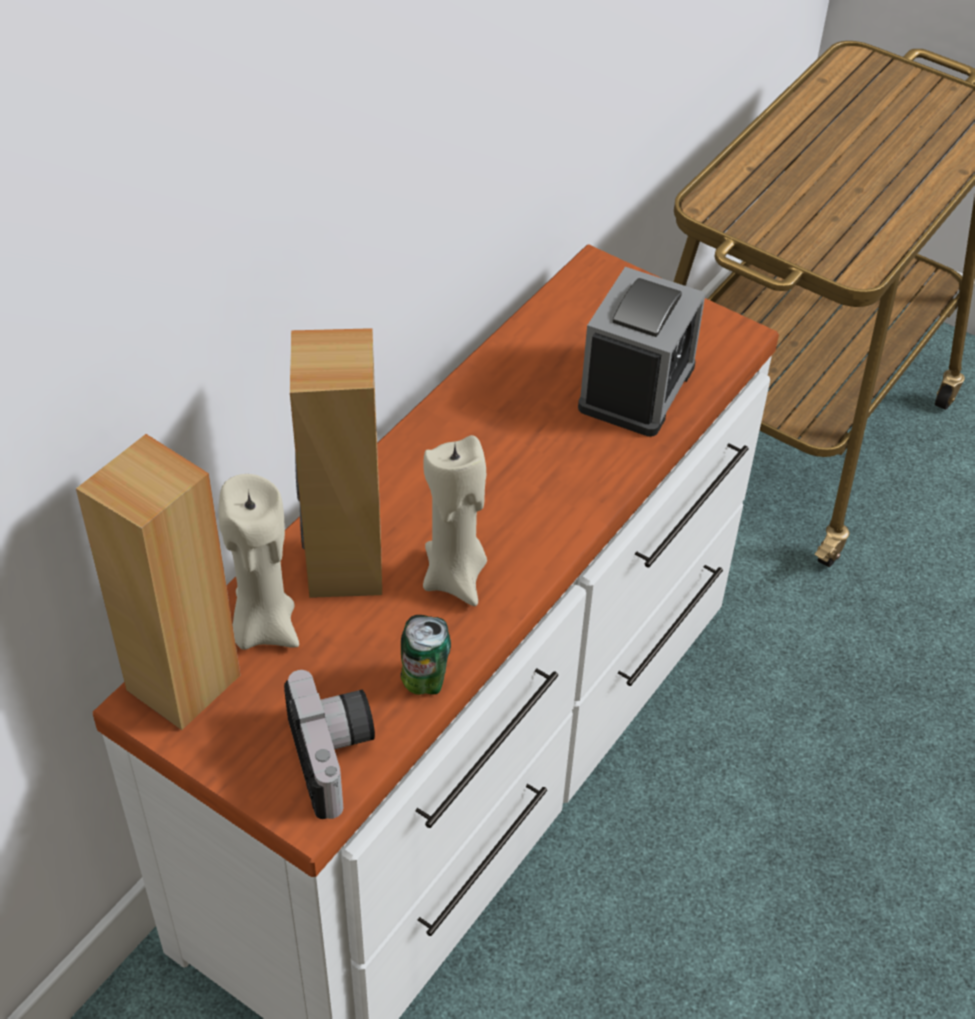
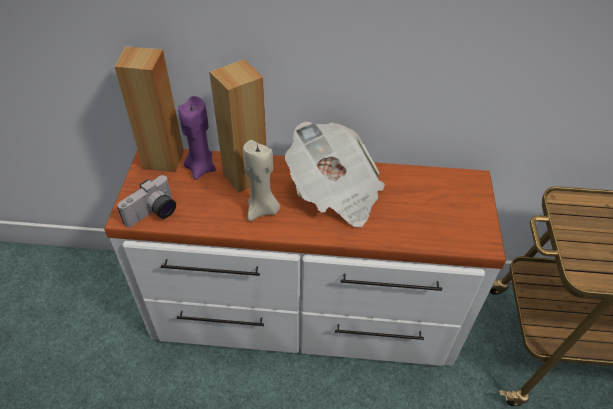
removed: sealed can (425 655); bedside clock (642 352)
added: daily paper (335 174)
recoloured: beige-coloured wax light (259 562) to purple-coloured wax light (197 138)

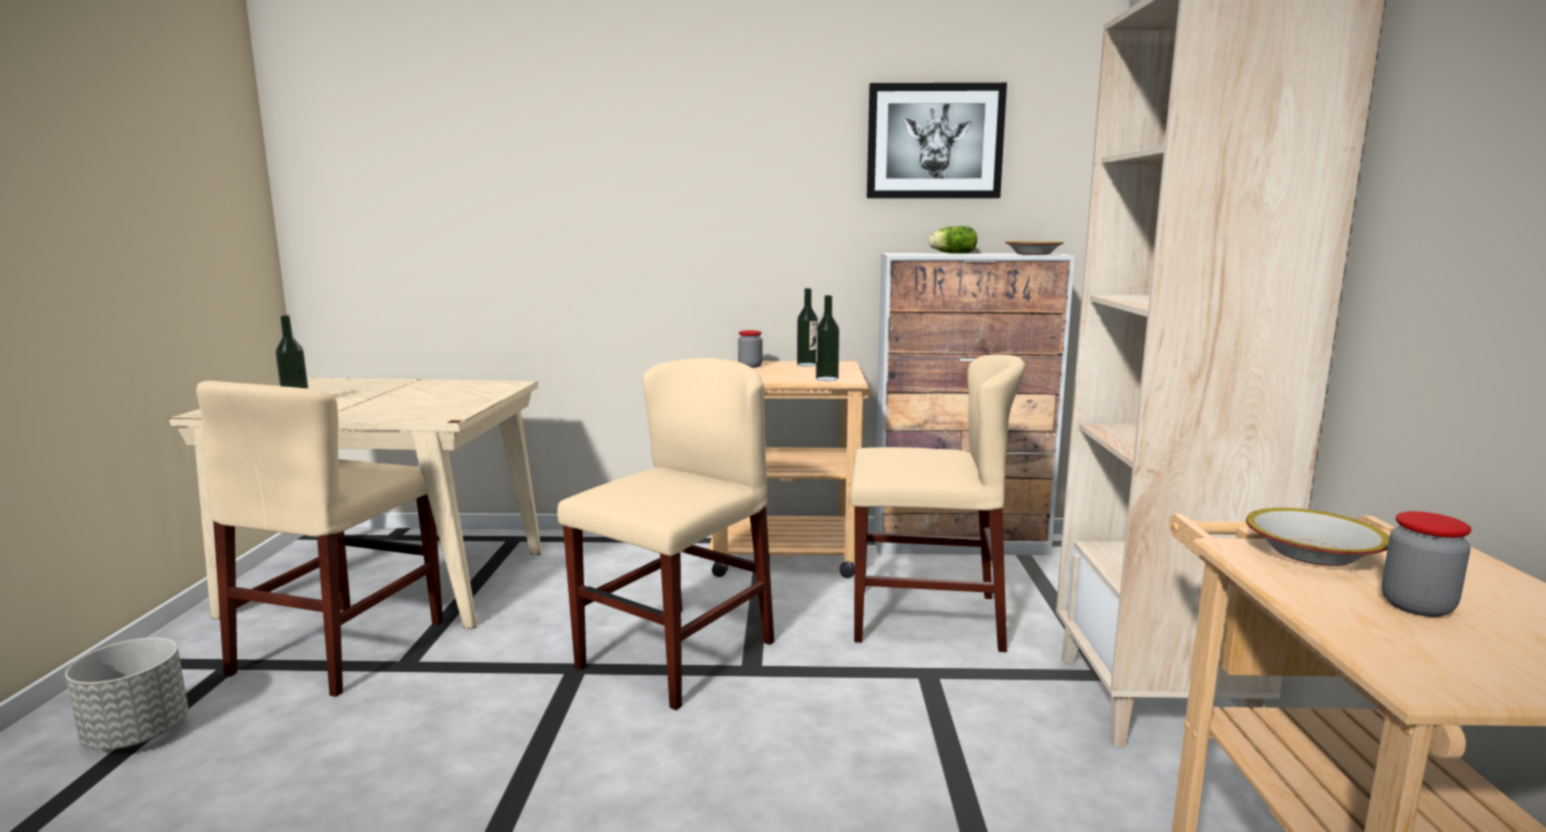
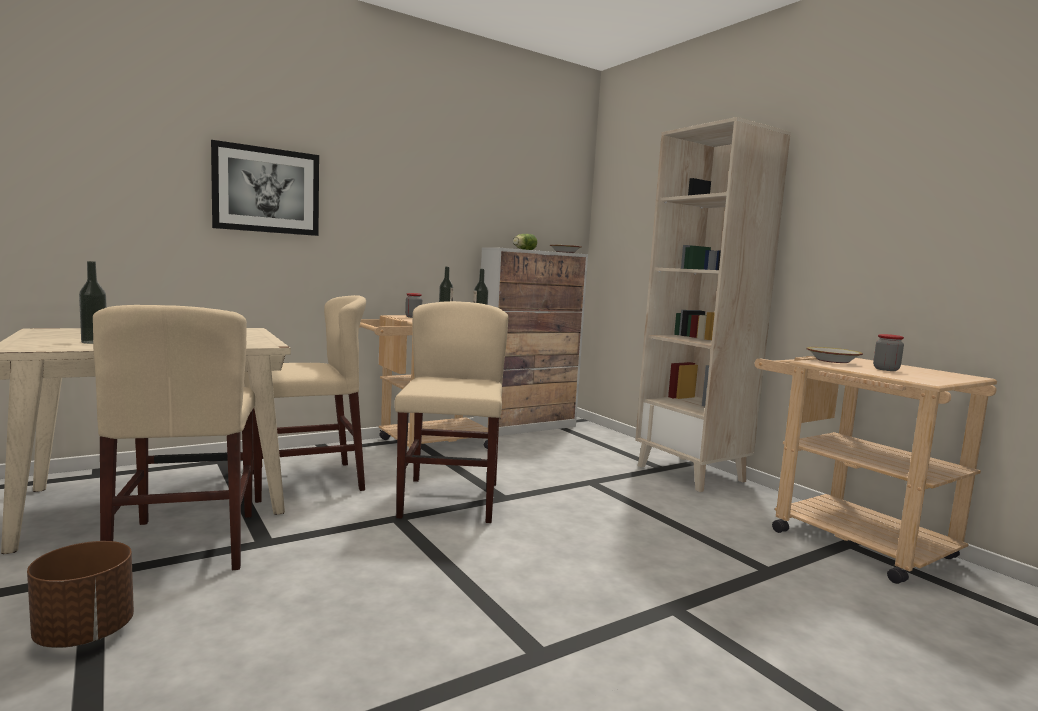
moved: beige-coloured chair (937 503) to (305 399); wall picture (937 140) to (265 188)
recoloured: grey plant pot (126 693) to brownish plant pot (80 594)

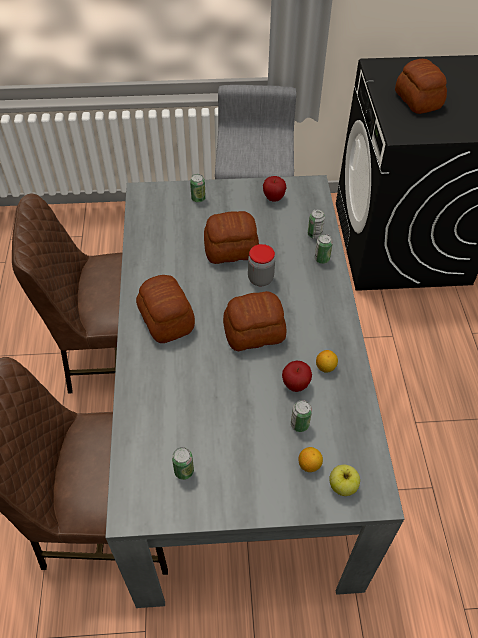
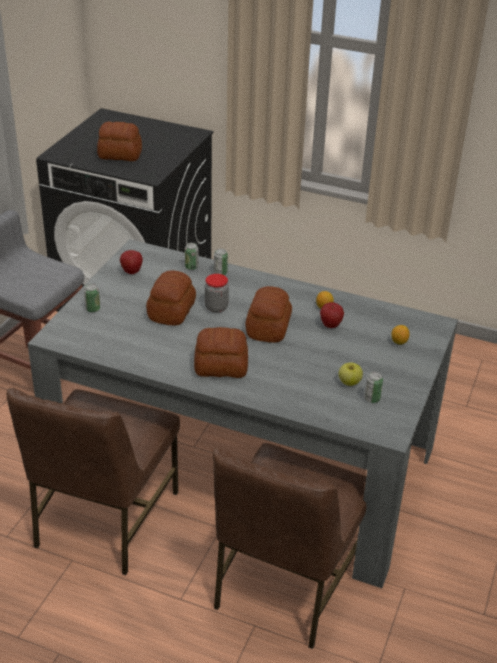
removed: sealed can (301 416)
moved: whole apple (344 480) to (351 374)

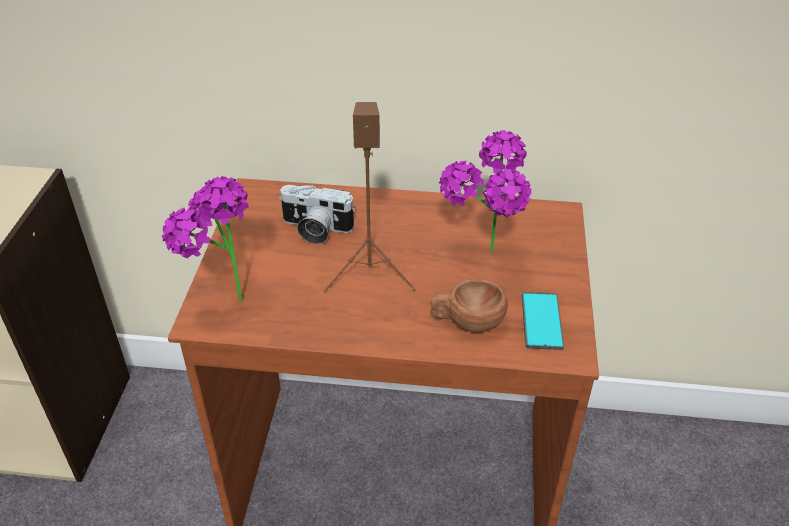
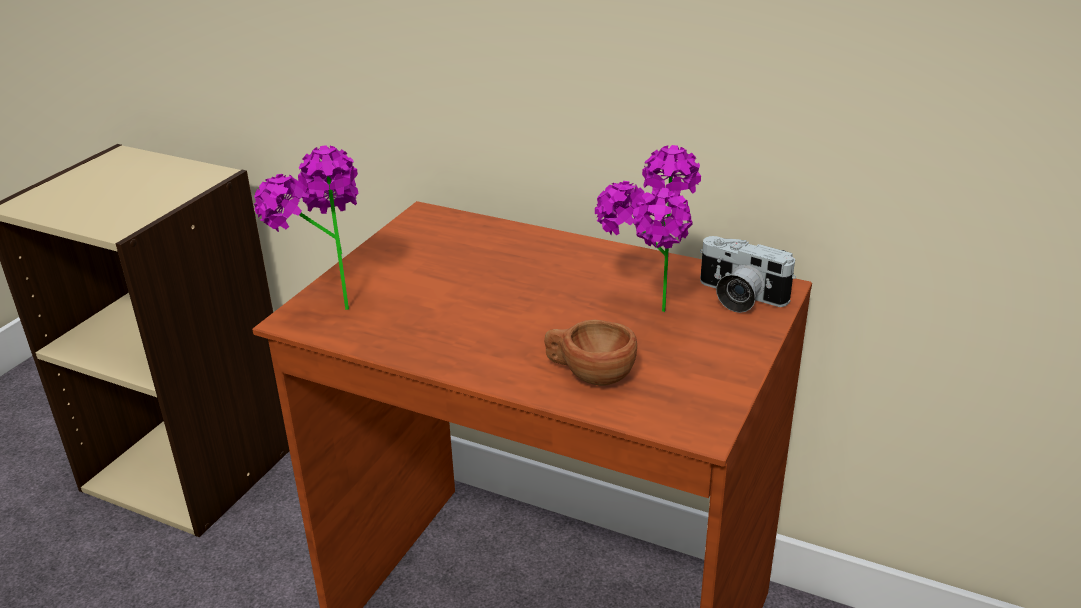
removed: brownish speaker (370 197); phone (543 321)
moved: still camera (317 214) to (748 274)

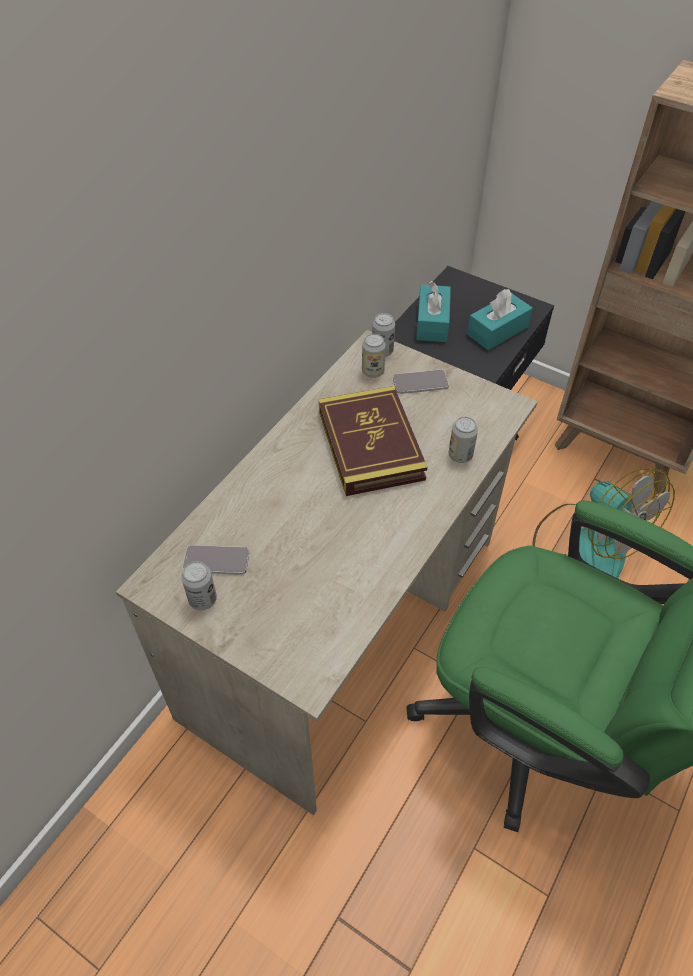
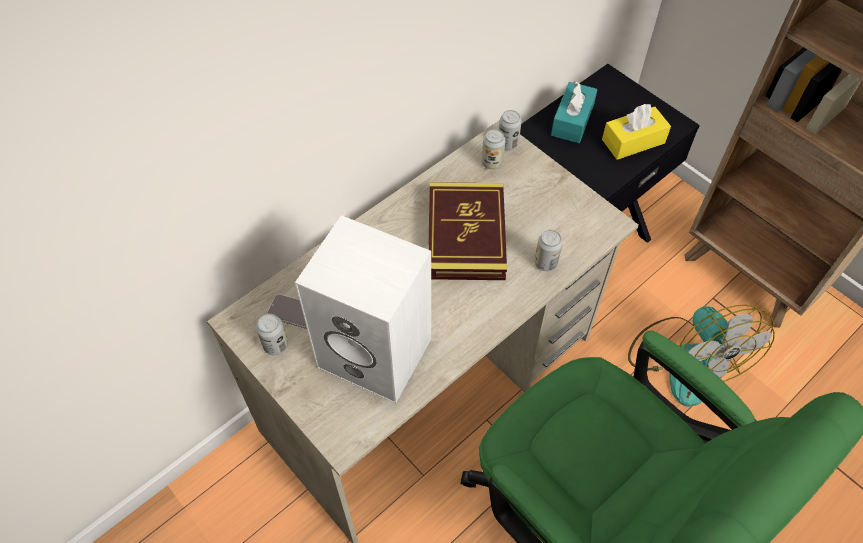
removed: phone (421 382)
added: whitish speaker (363 309)
recoloured: turquoise tissue box (500 319) to yellow tissue box (636 132)

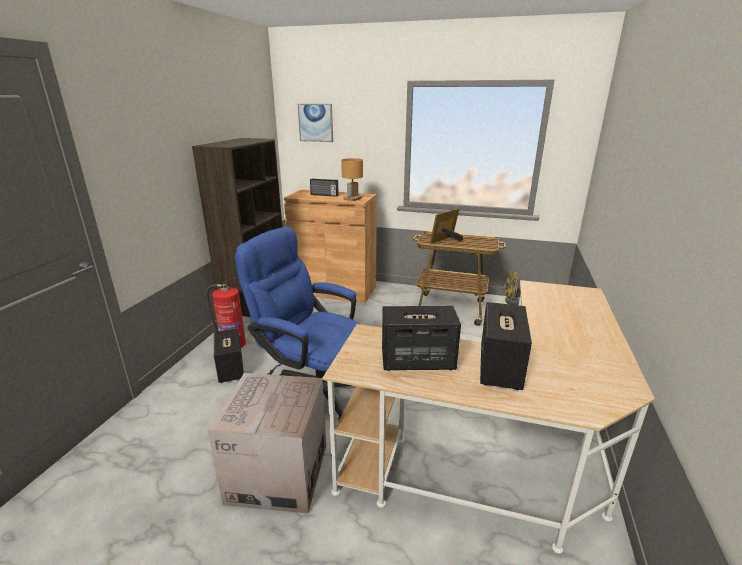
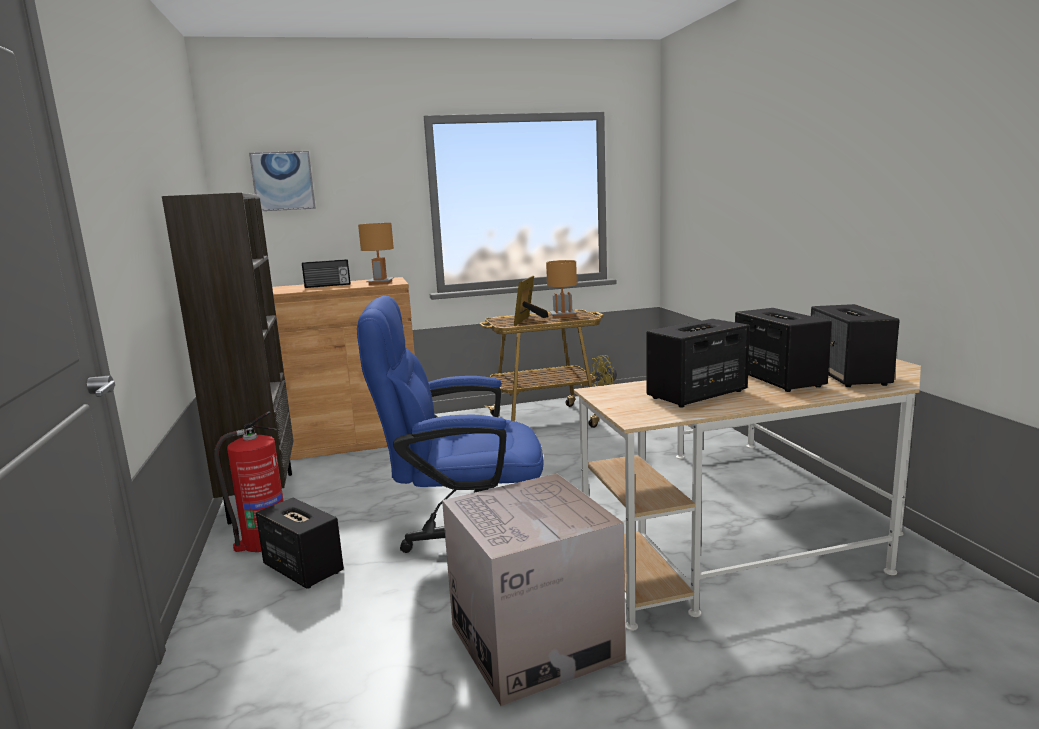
added: brownish tabletop lamp (561 289); speaker (855 345)

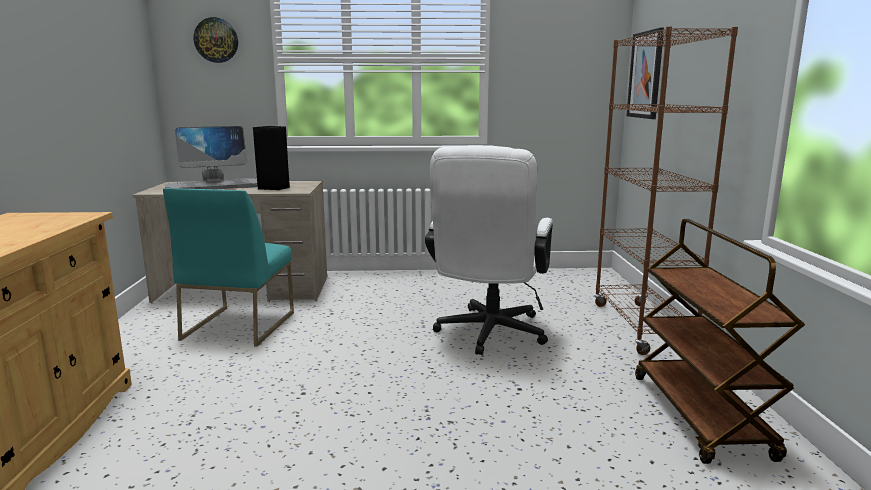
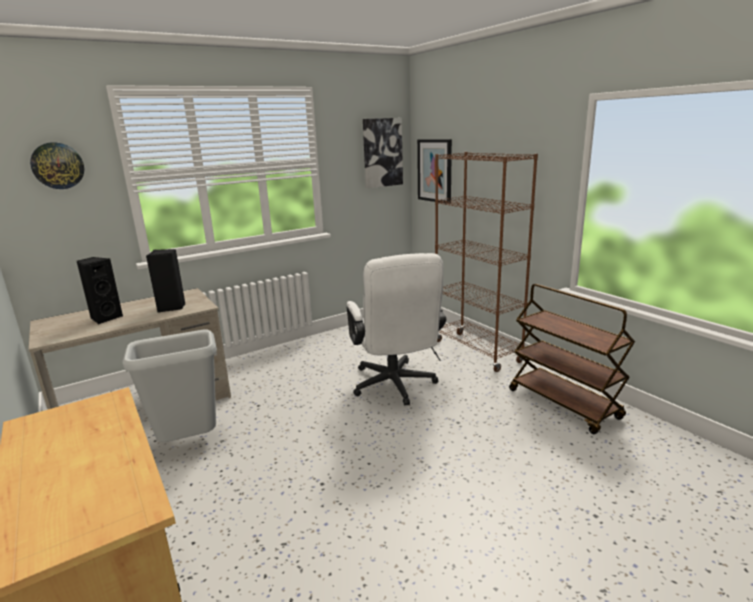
added: wall picture (383 153)
replaced: turquoise chair (228 267) to grey rubbish bin (169 386); computer display (211 158) to blackish speaker (100 290)

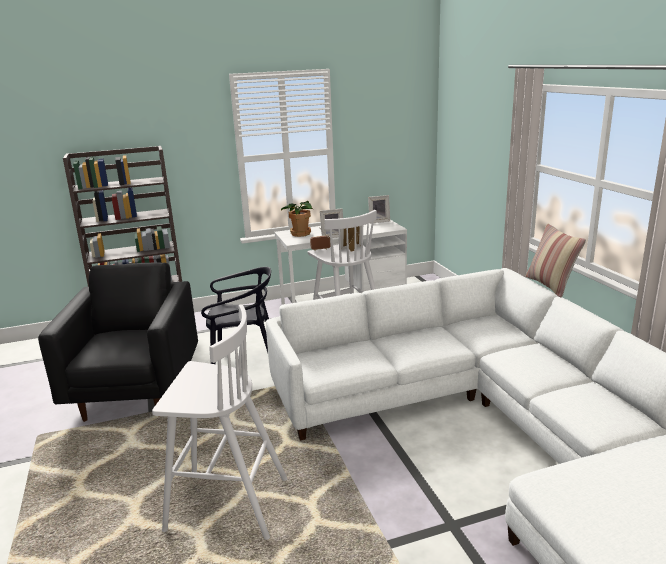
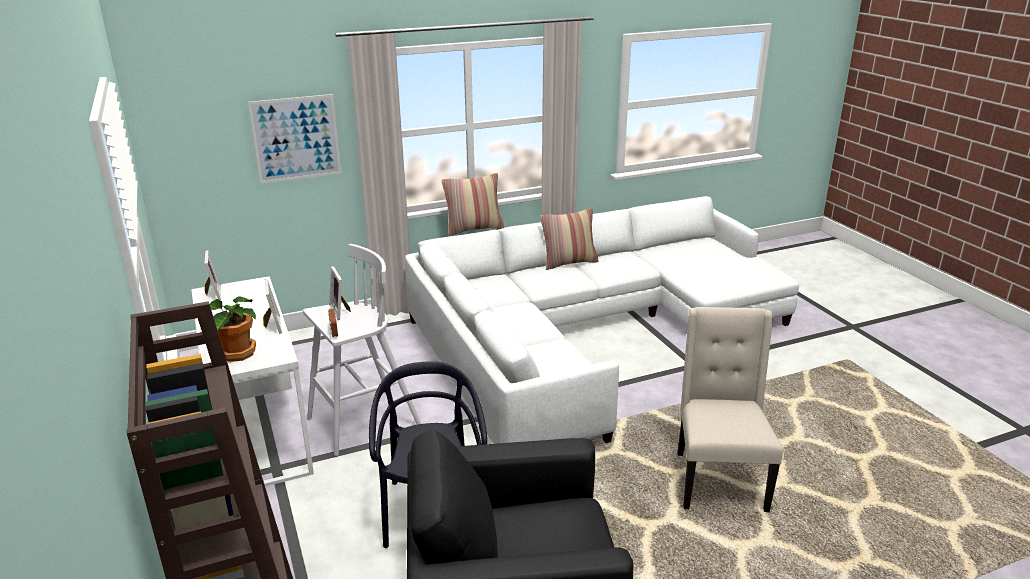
added: wall picture (294 139); cushion (569 239)
replaced: whitish sitting stool (219 422) to beige-coloured chair (730 409)

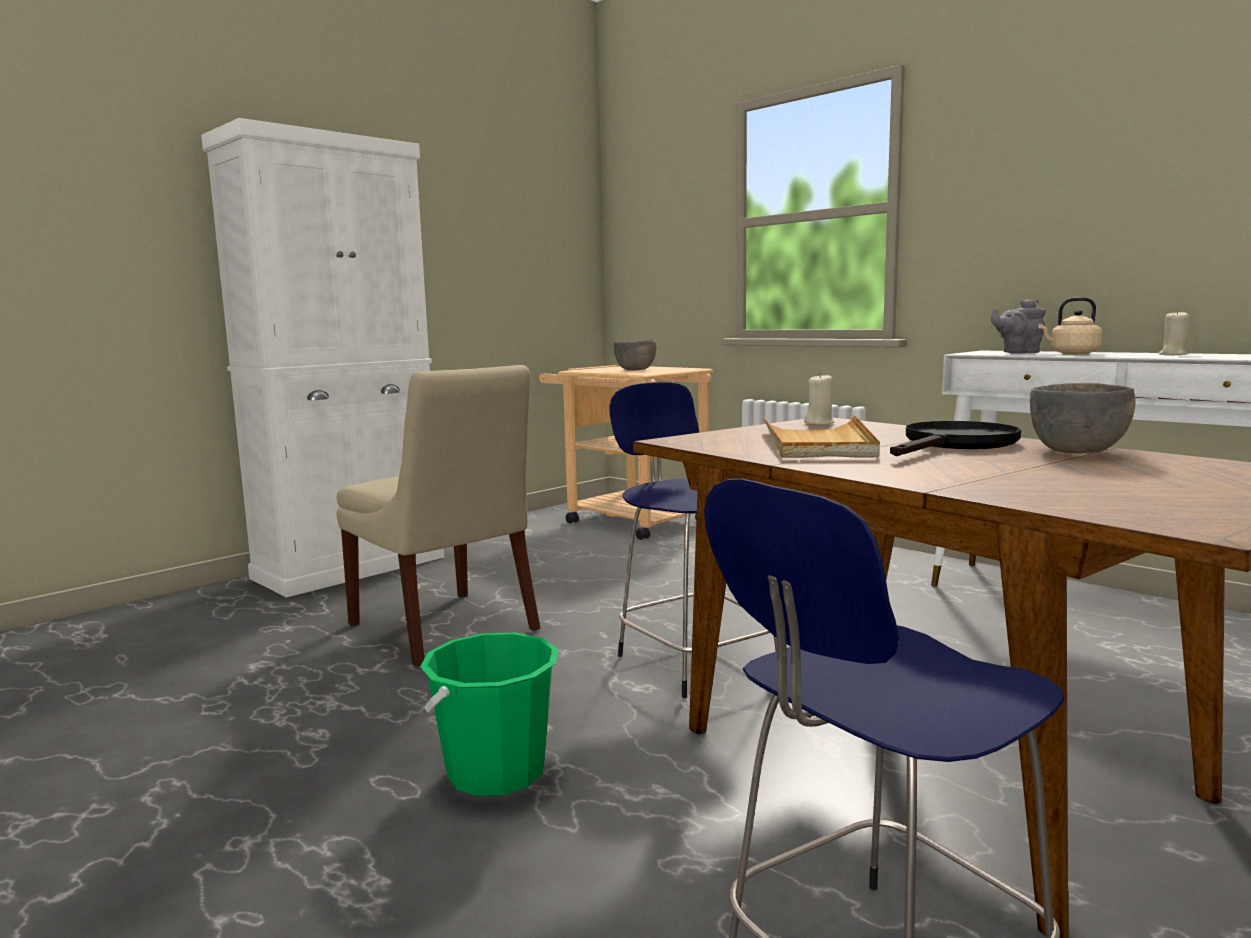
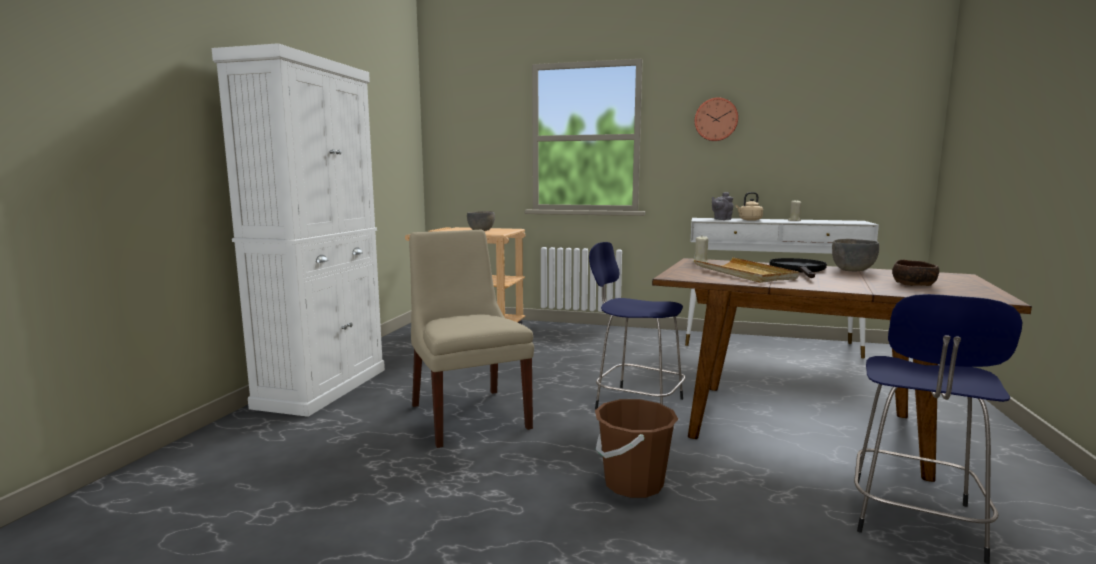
added: clock on the wall (716 119); brownish serving bowl (915 273)
recoloured: green pail (489 714) to brownish pail (636 448)
turned: beige-coloured chair (439 516) = (471 339) 135 degrees counterclockwise

